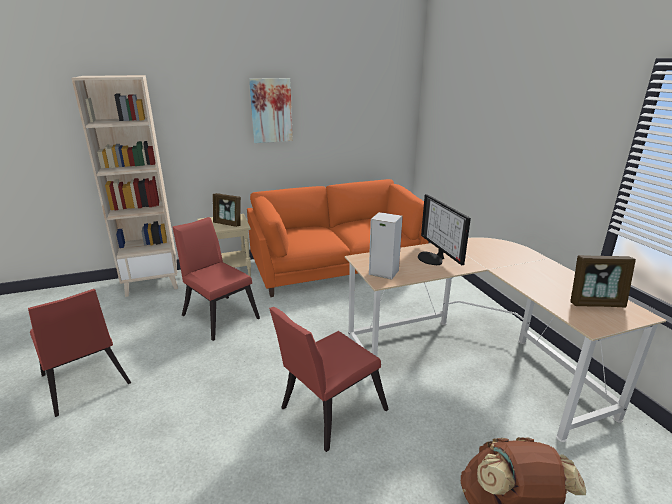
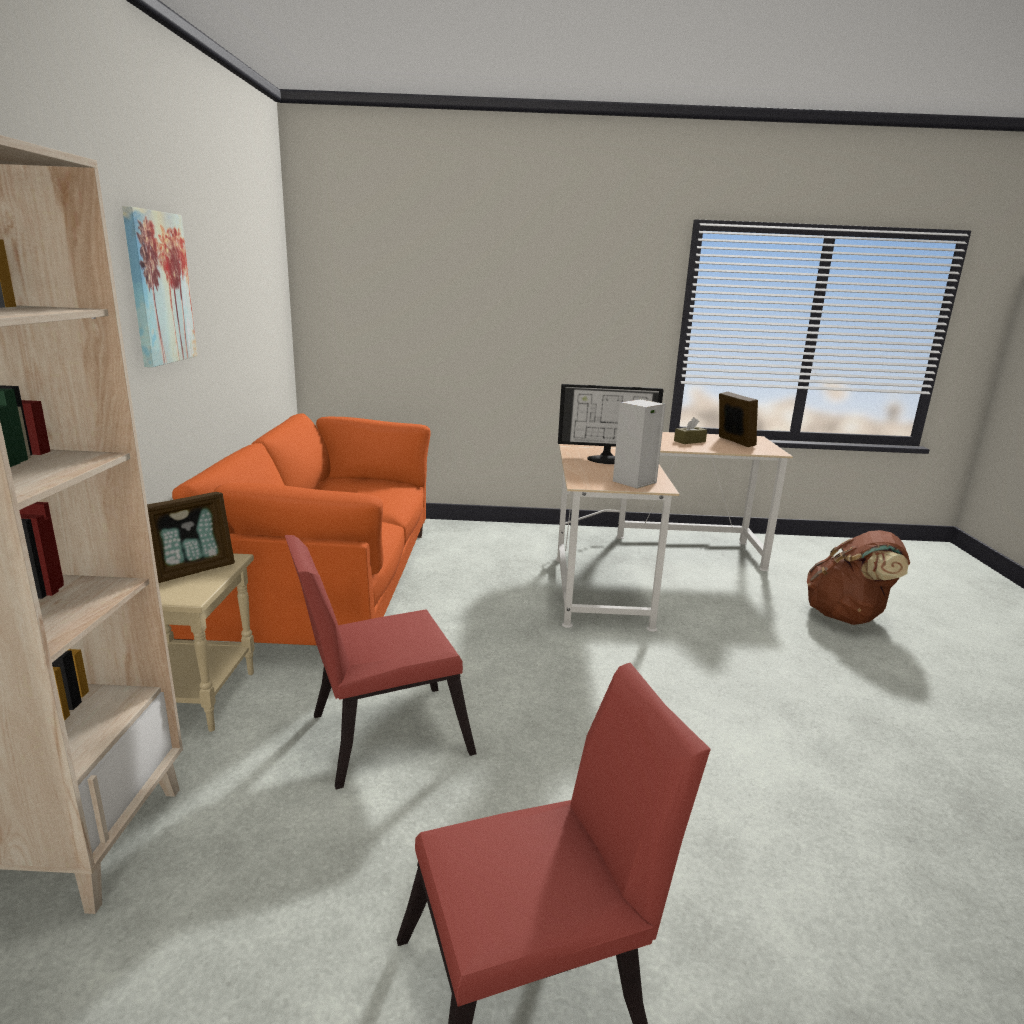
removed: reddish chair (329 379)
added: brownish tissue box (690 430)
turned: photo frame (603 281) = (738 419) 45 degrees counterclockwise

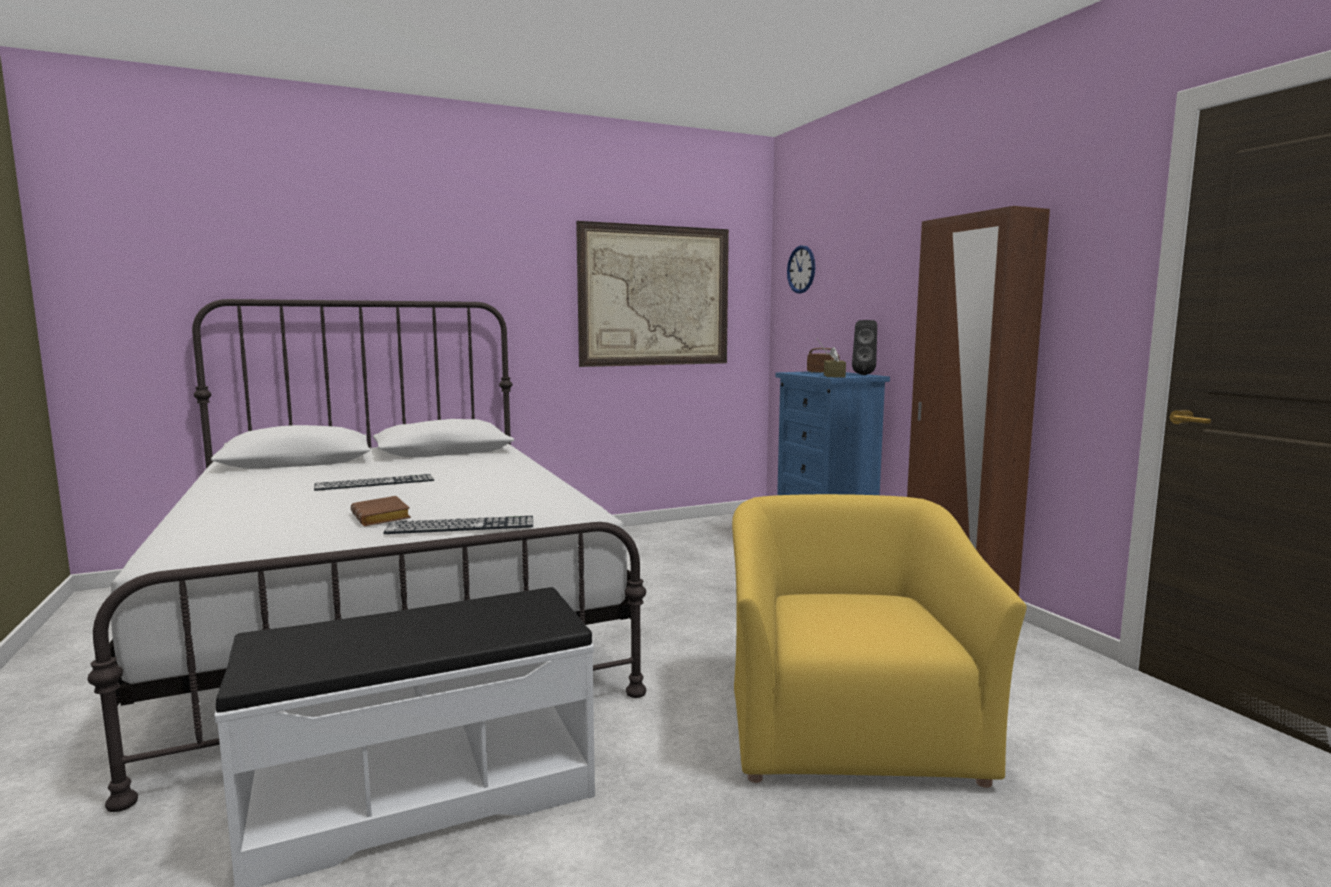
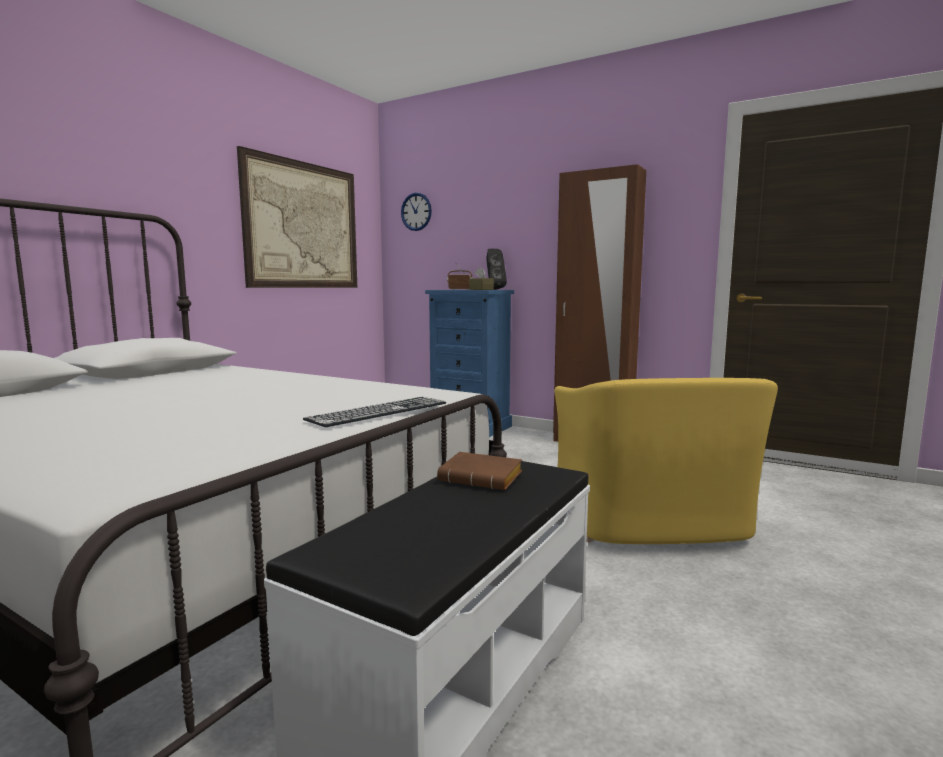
removed: computer keyboard (374 482)
moved: brownish bound book (381 511) to (479 471)
turned: yellow armchair (879 641) = (666 461) 150 degrees counterclockwise

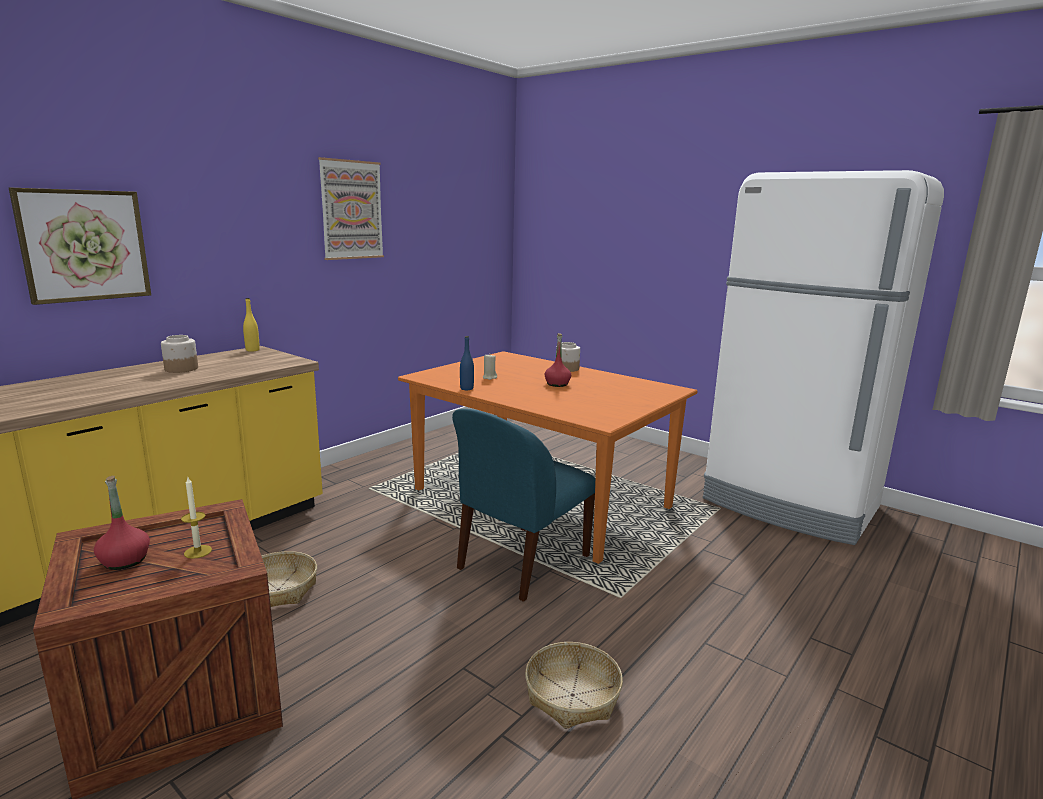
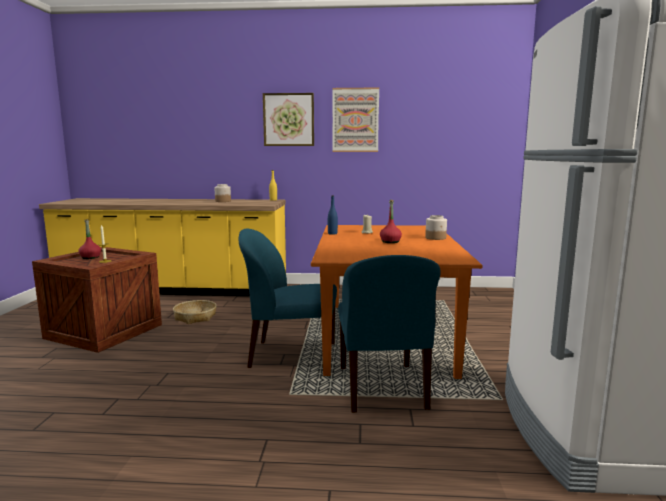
removed: storage basket (574 685)
added: bluish chair (389 334)
moved: wall picture (80 246) to (288 119)

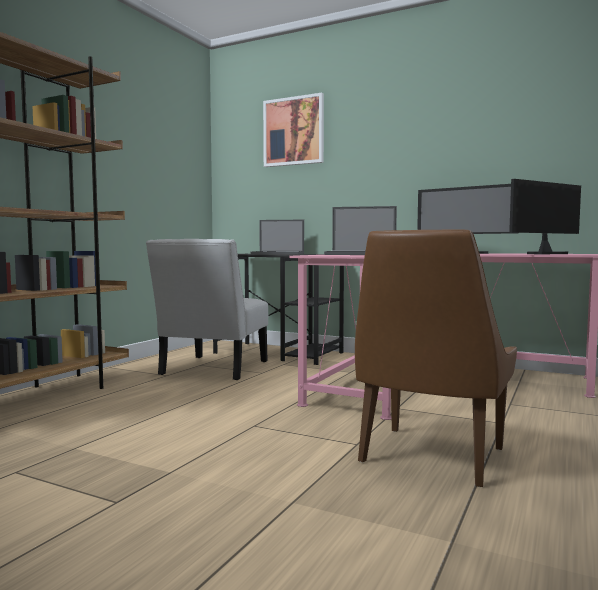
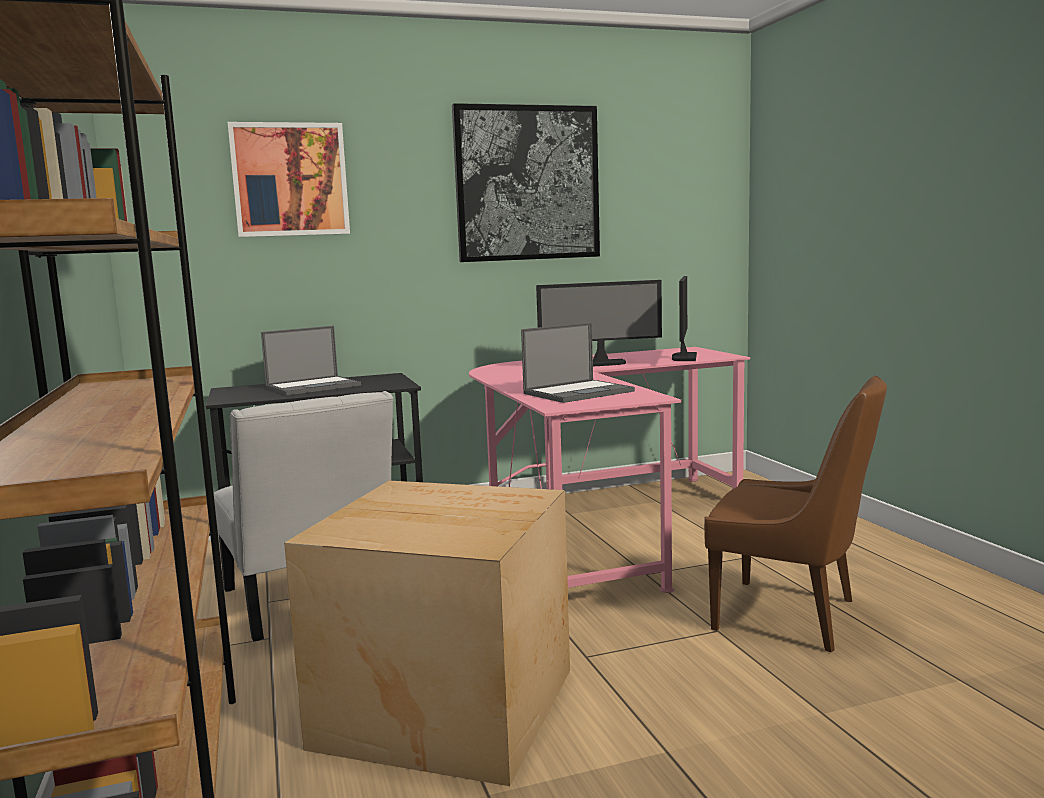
added: cardboard box (427 633); wall picture (526 182)
turned: brownish chair (436 358) = (795 514) 45 degrees counterclockwise

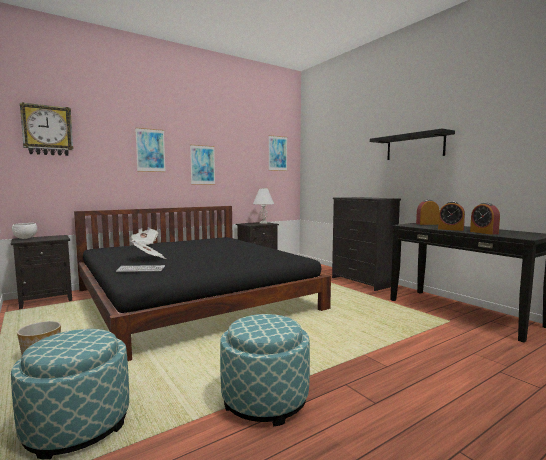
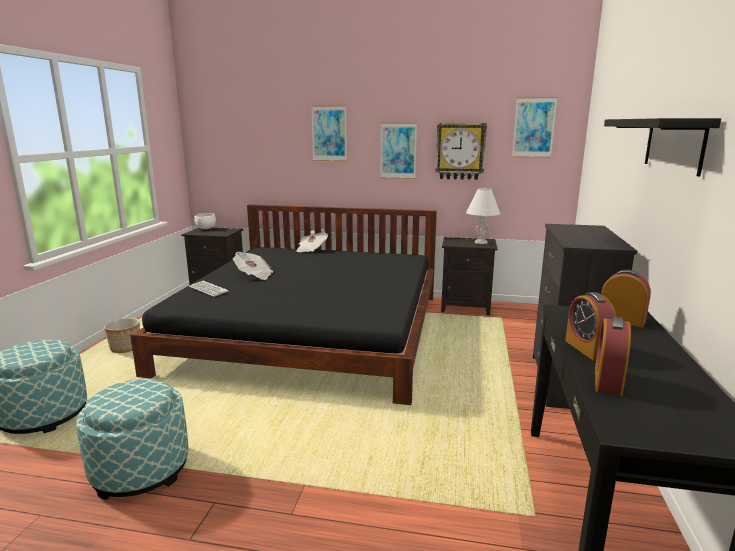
moved: clock on the wall (46 129) to (461 151)

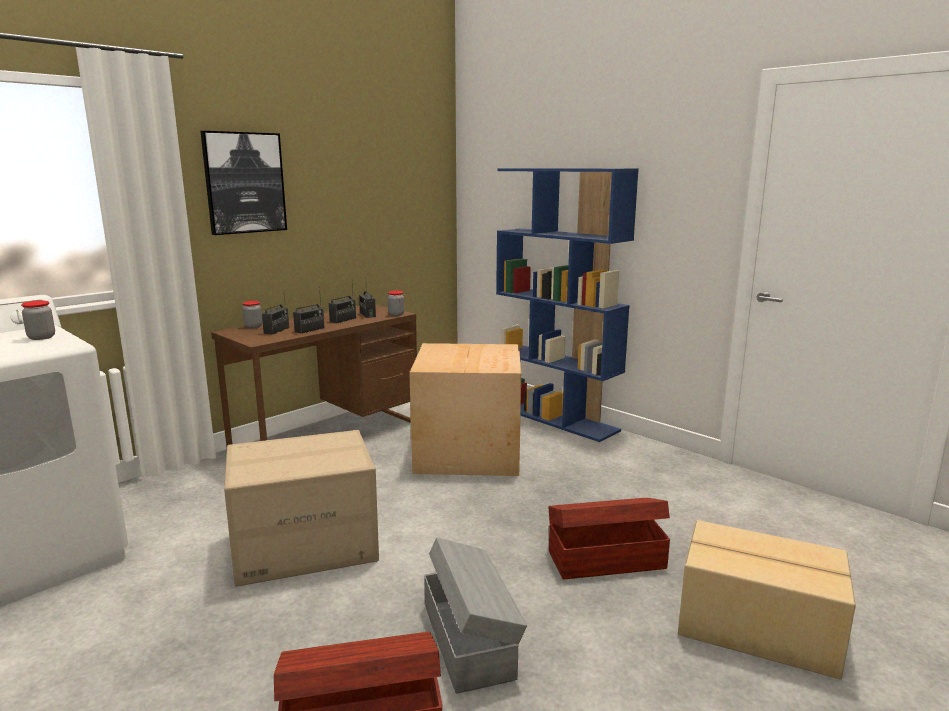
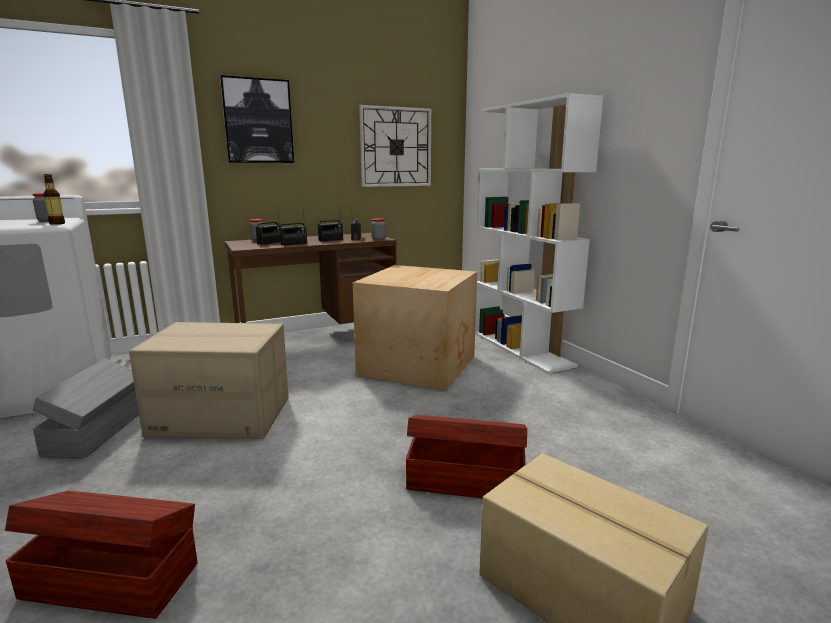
added: beverage bottle (54 199); clock on the wall (395 146)
moved: grey storage box (475 616) to (86 408)
recoloured: bluish bookshelf (567 305) to whitish bookshelf (539 233)

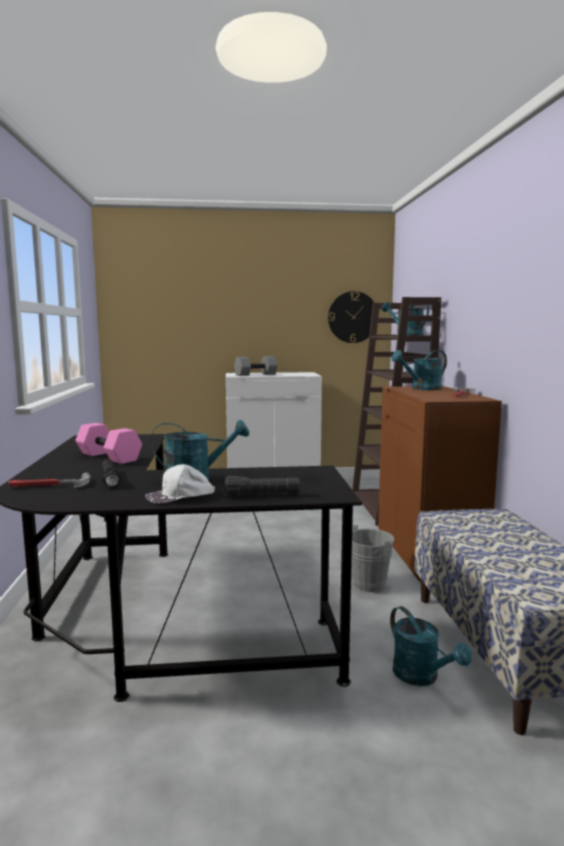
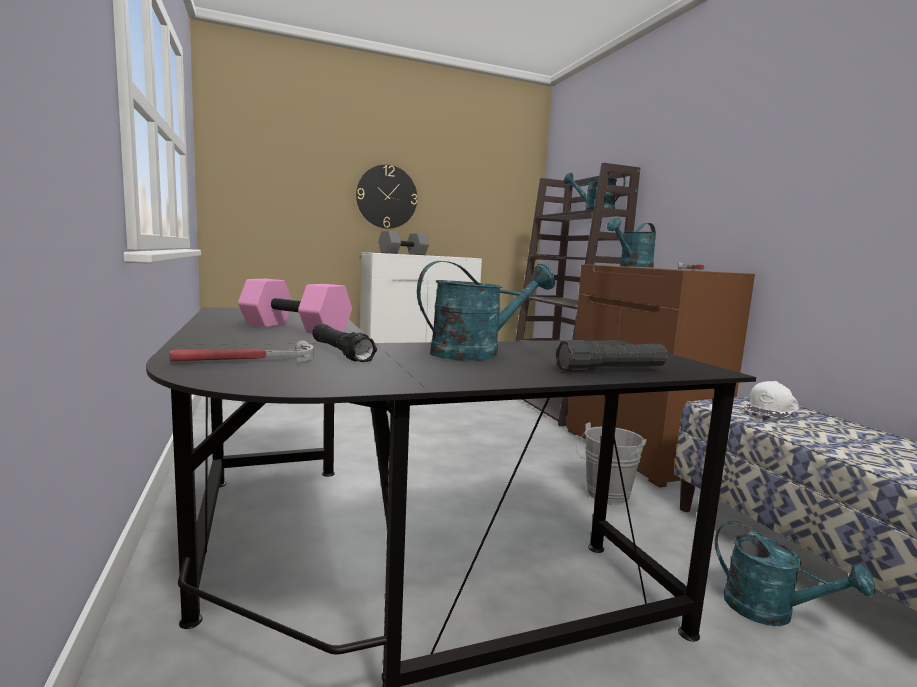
moved: whitish cap (180 483) to (770 399); clock on the wall (351 317) to (386 197)

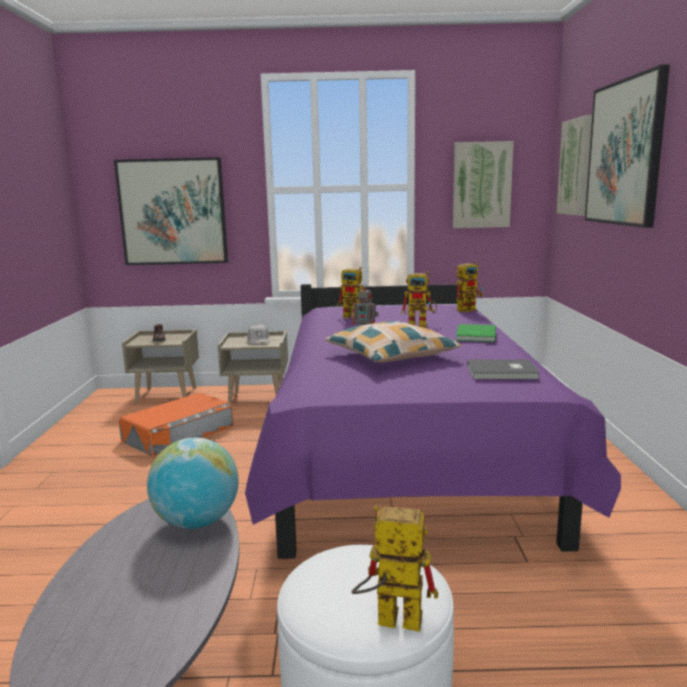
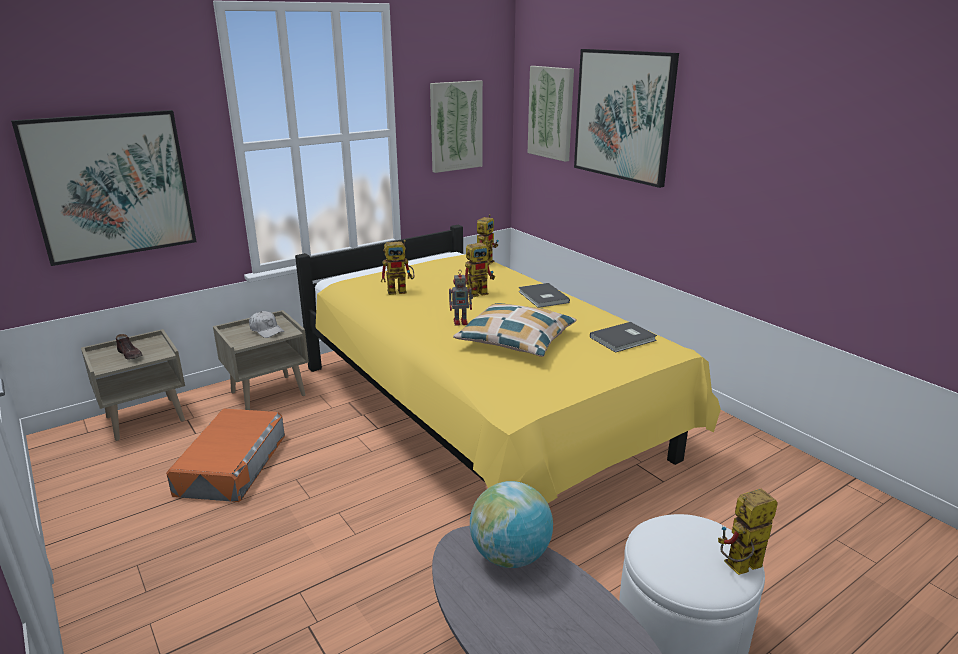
recoloured: purple-coloured sleeping bed (433 421) to yellow sleeping bed (508 364); green bound book (476 333) to grey bound book (544 295)

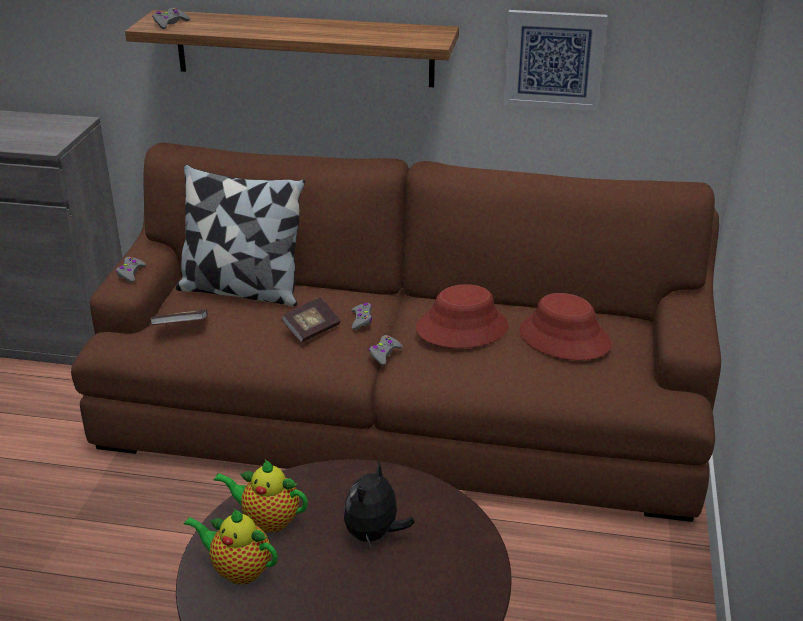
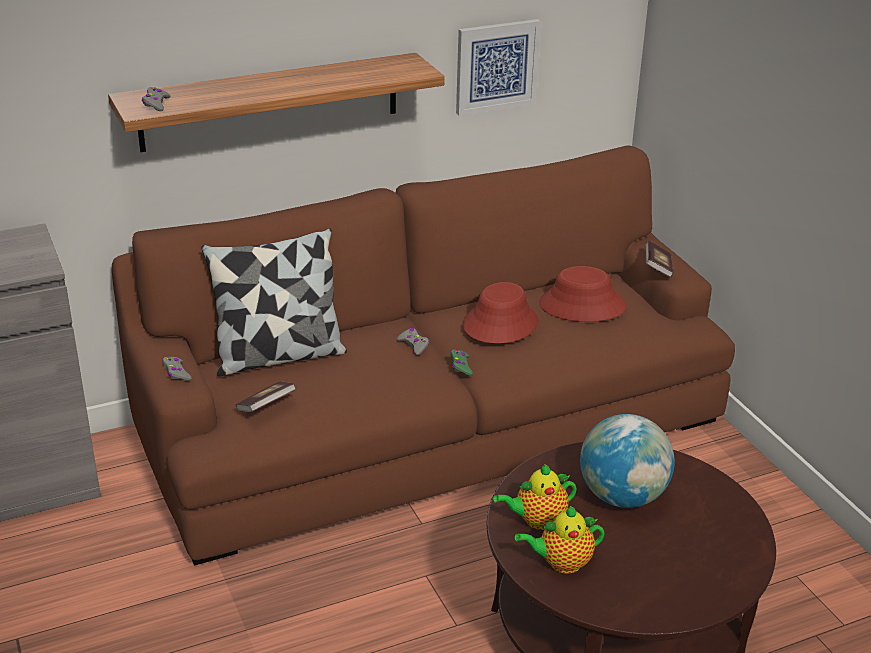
moved: bound book (310 320) to (659 259)
replaced: plush toy (379 503) to globe (627 461)
recoloured: grey gamepad (386 350) to green gamepad (461 362)

